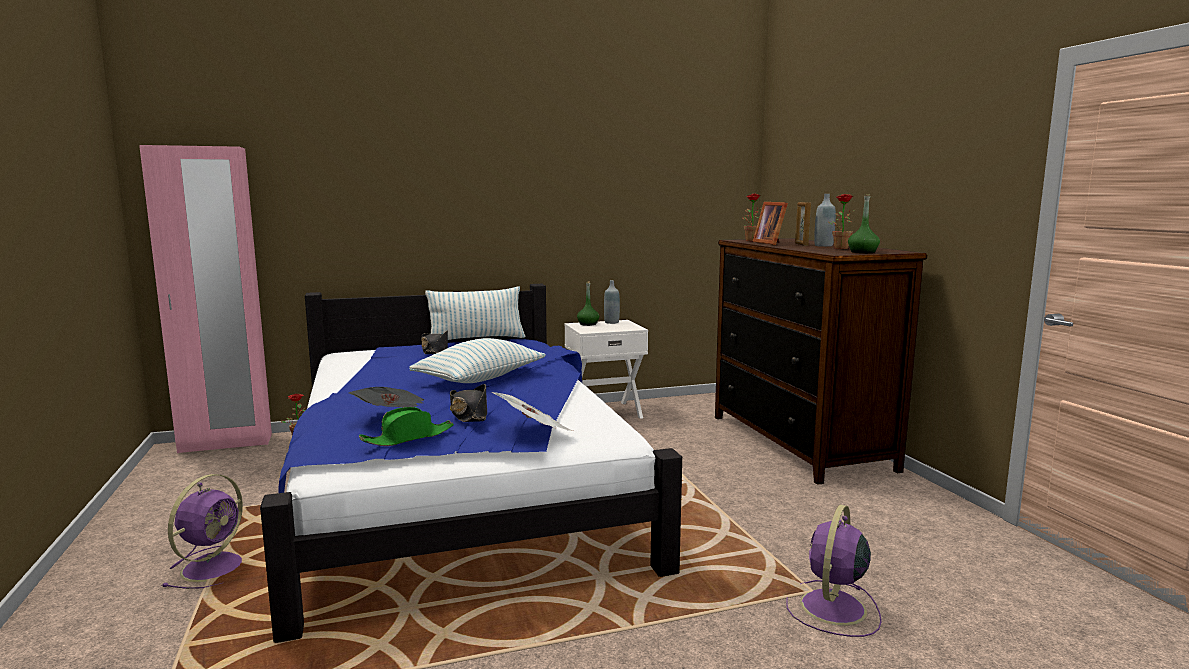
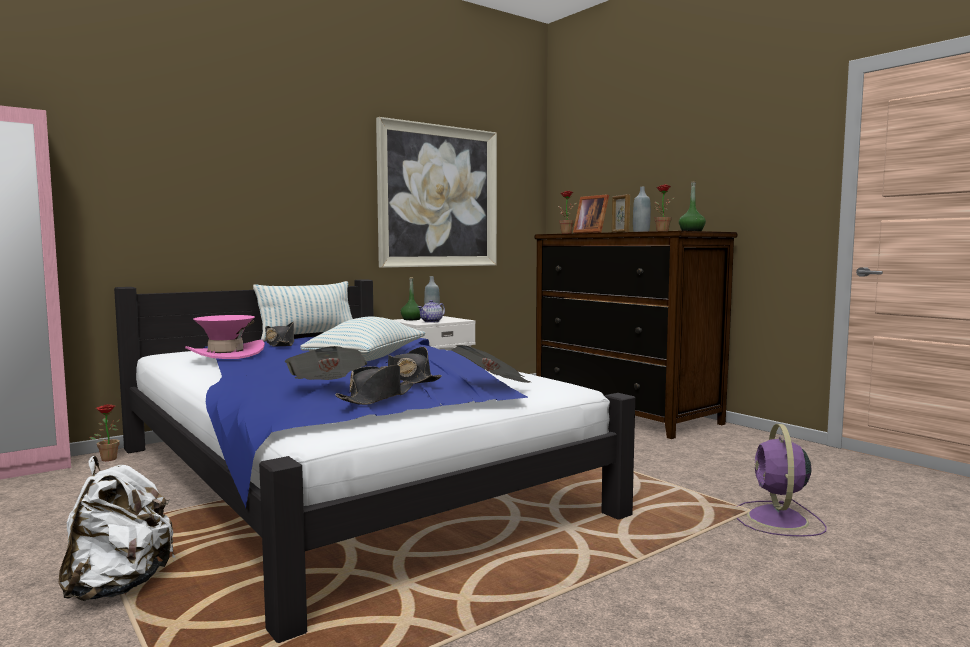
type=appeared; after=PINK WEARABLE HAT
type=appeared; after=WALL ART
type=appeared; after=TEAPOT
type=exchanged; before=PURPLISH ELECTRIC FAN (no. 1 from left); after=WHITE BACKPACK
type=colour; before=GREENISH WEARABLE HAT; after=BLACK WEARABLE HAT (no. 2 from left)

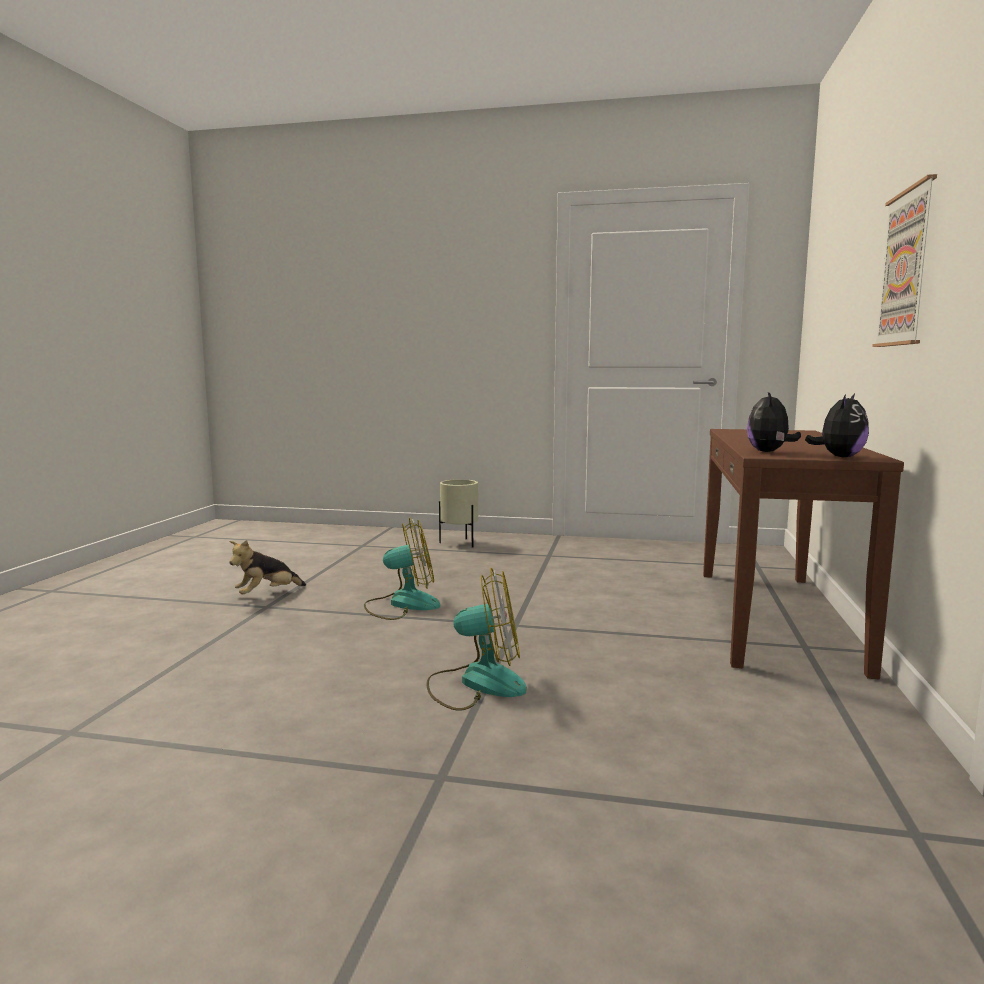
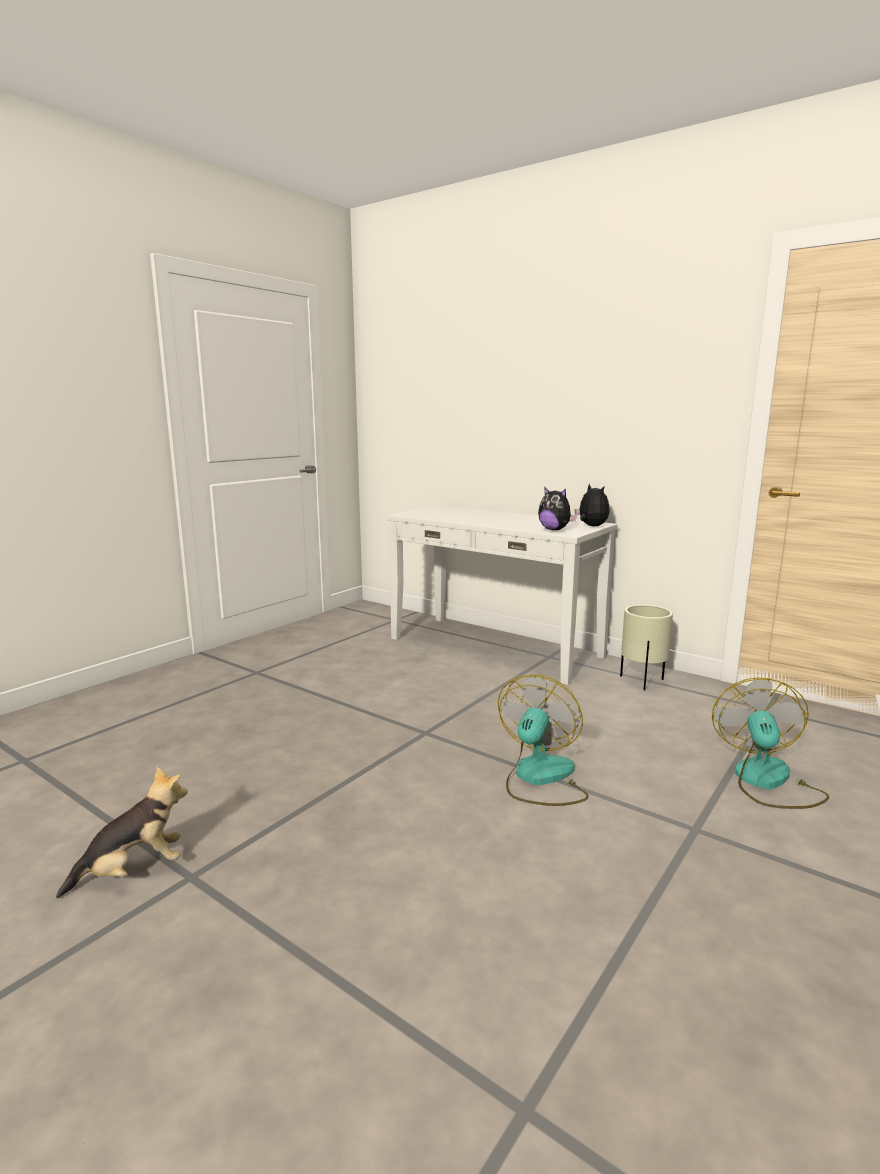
type=missing; before=WALL ART
type=relocated; before=ELECTRIC FAN (no. 1 from left in the first image); after=ELECTRIC FAN (no. 2 from left)
type=relocated; before=BEIGE PLANTER
type=colour; before=BROWN-COLOURED HALL TABLE; after=WHITE HALL TABLE
type=spun; before=SOFT TOY (no. 1 from left); turn=-105

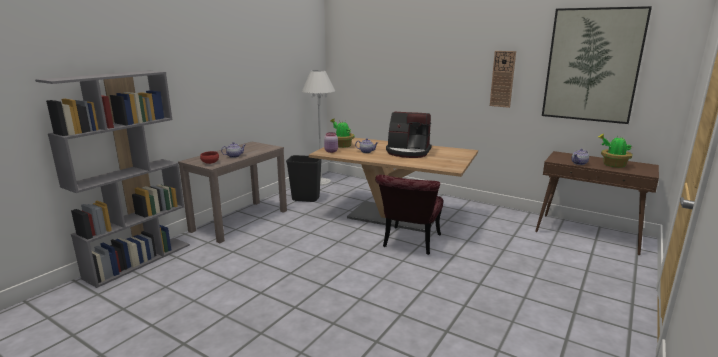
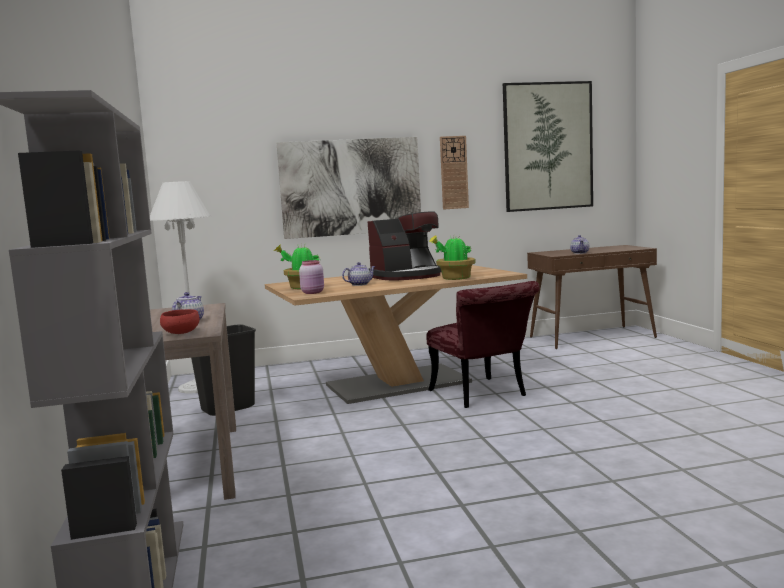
type=appeared; after=WALL ART (no. 1 from left)
type=relocated; before=POTTED PLANT (no. 2 from left)

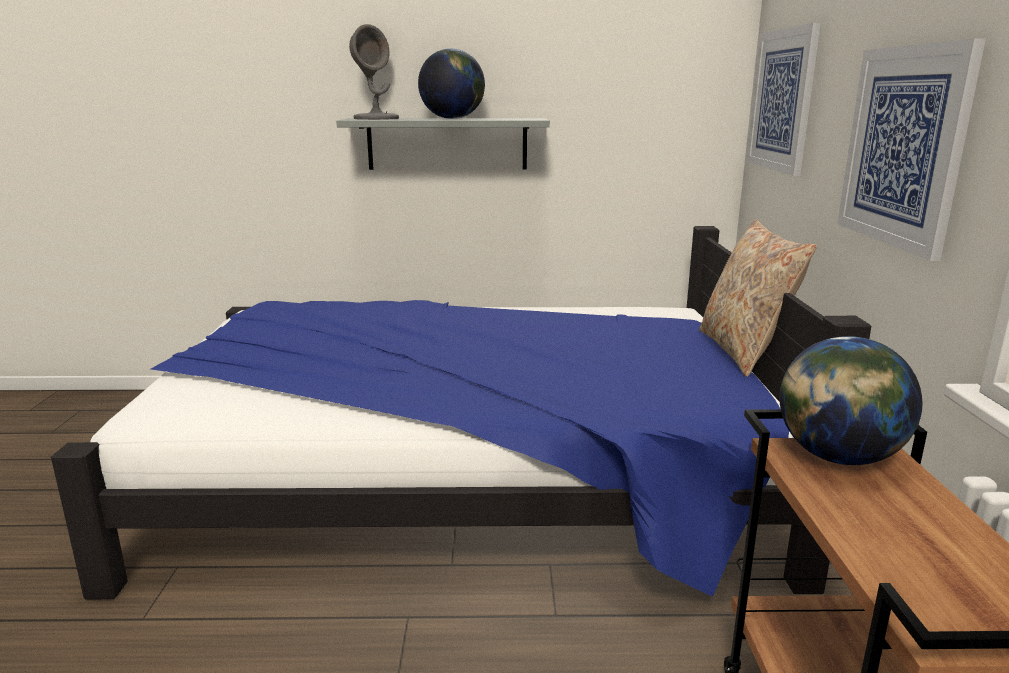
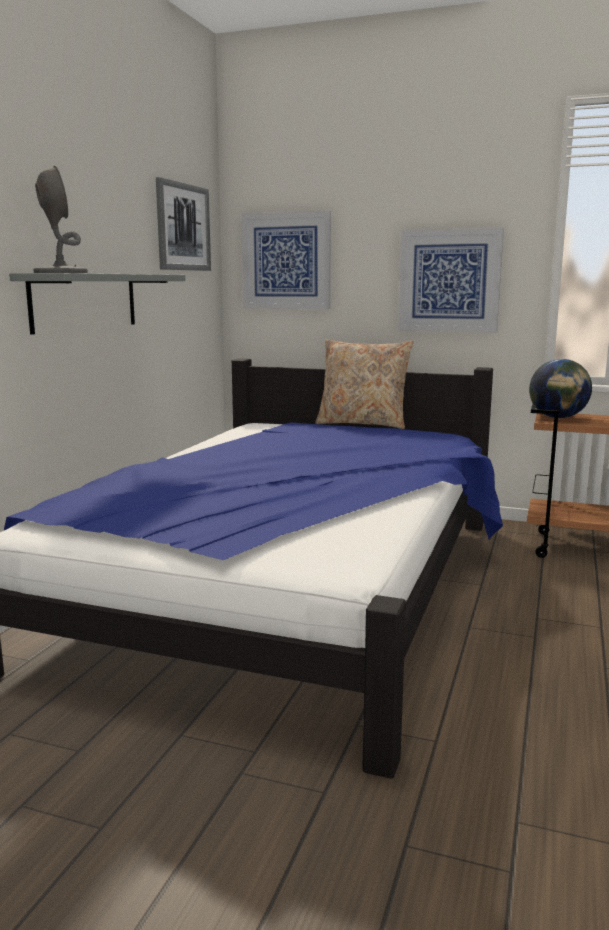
type=missing; before=GLOBE (no. 1 from left)
type=appeared; after=WALL ART (no. 1 from left)

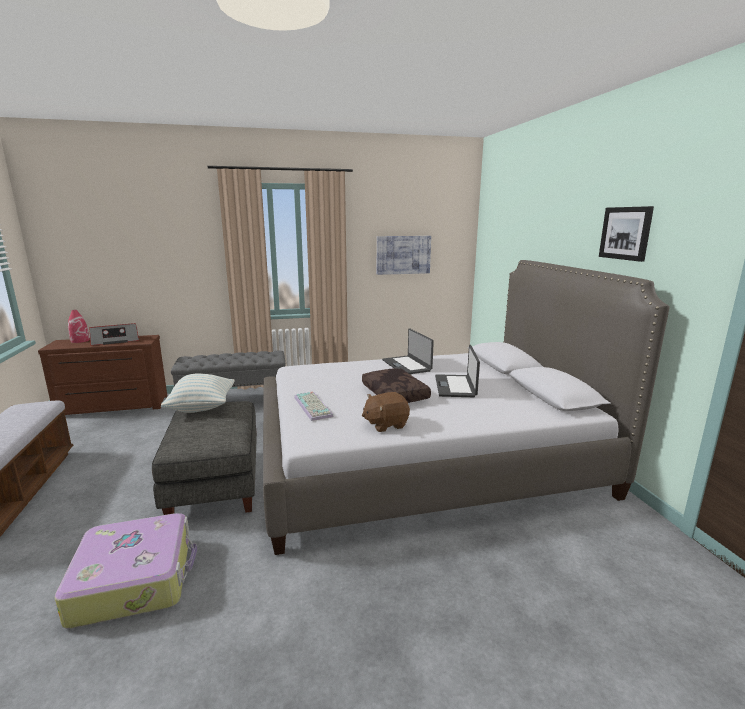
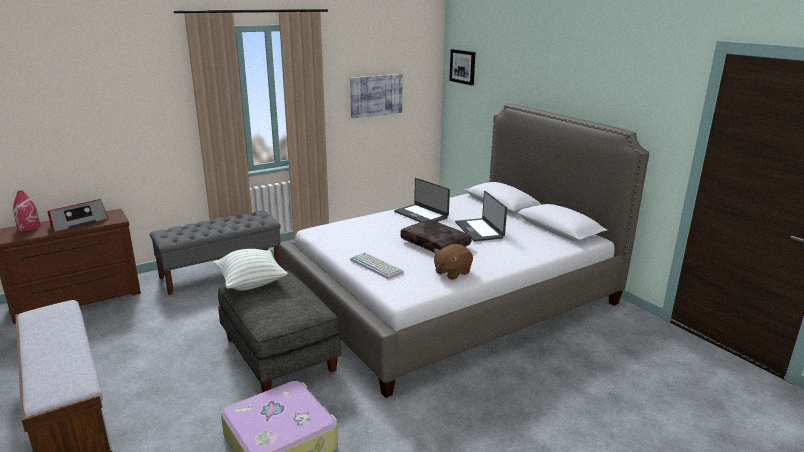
type=relocated; before=WALL ART (no. 2 from left)

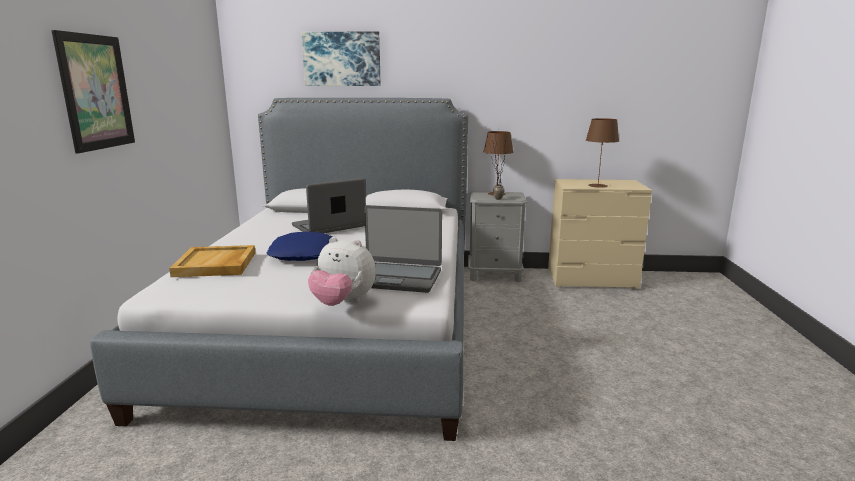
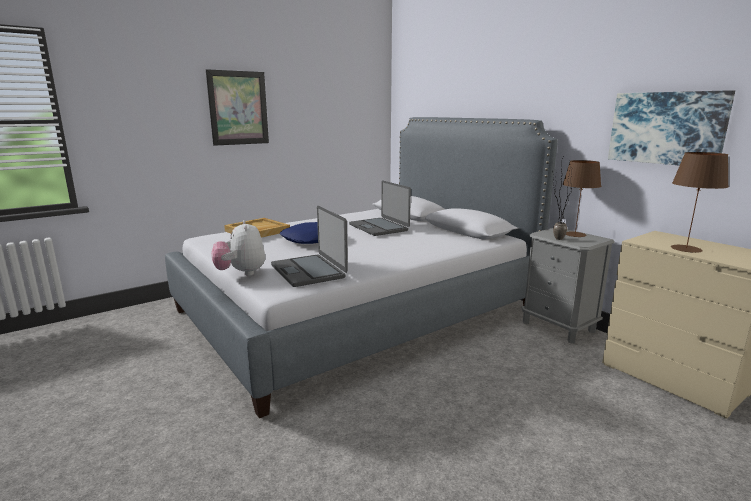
type=relocated; before=WALL ART (no. 2 from left)
type=spun; before=LAPTOP (no. 1 from left in the first image); turn=-135

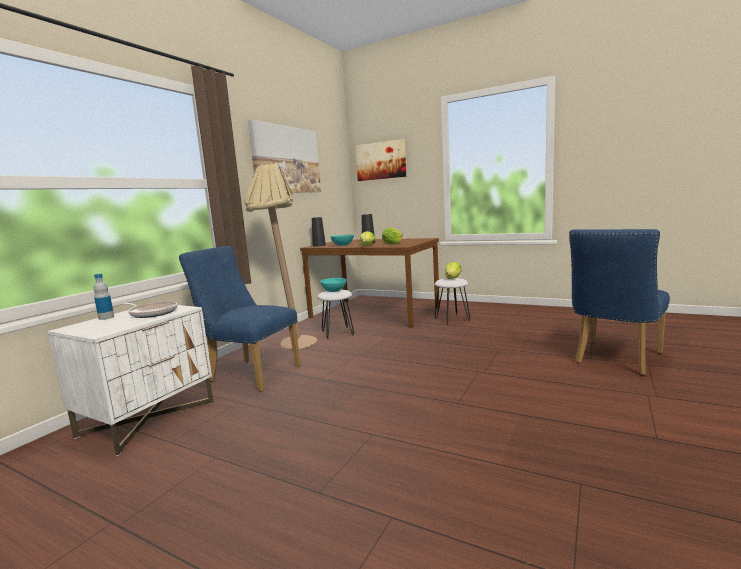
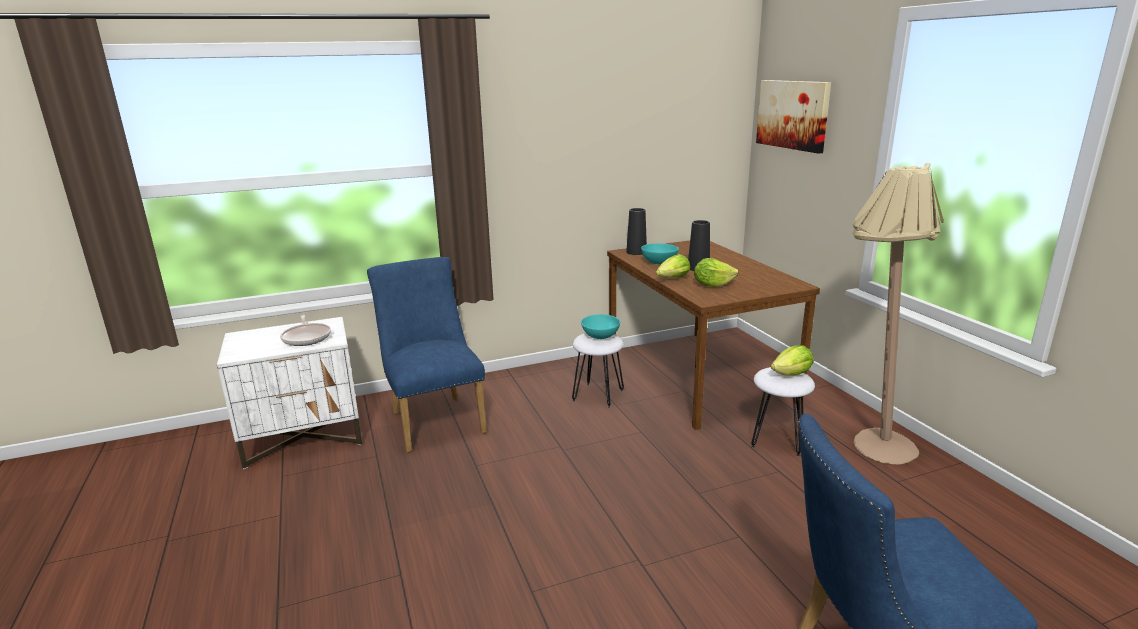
type=missing; before=BEVERAGE BOTTLE
type=missing; before=WALL ART (no. 1 from left)
type=relocated; before=BEIGE STANDARD LAMP

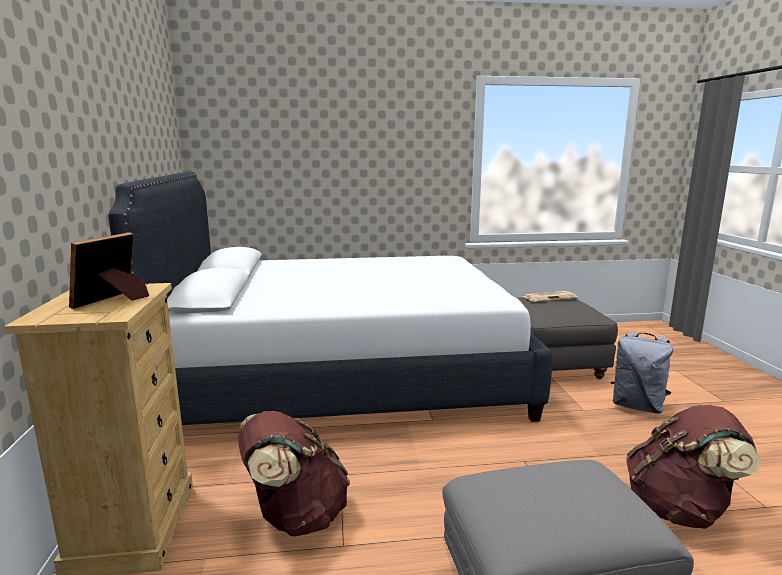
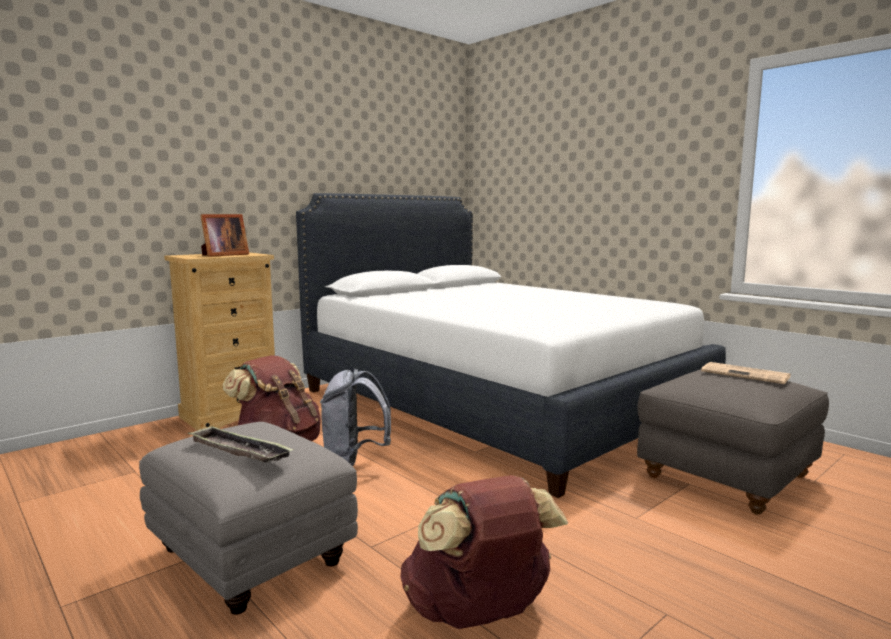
type=appeared; after=SERVING TRAY
type=relocated; before=GREYISH BACKPACK
type=spun; before=PHOTO FRAME; turn=150

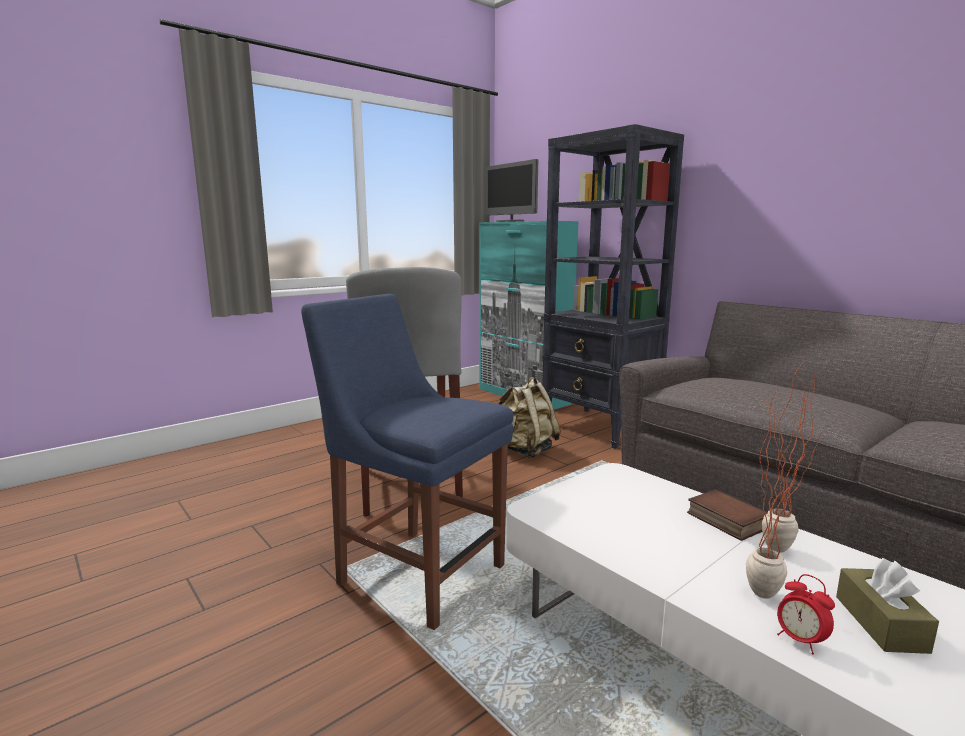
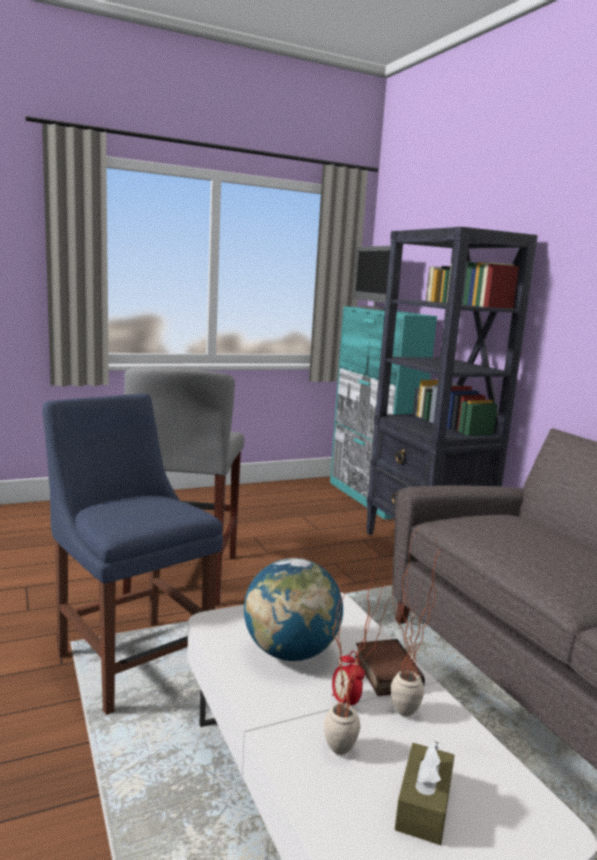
type=missing; before=BEIGE BACKPACK
type=appeared; after=GLOBE
type=relocated; before=ALARM CLOCK

